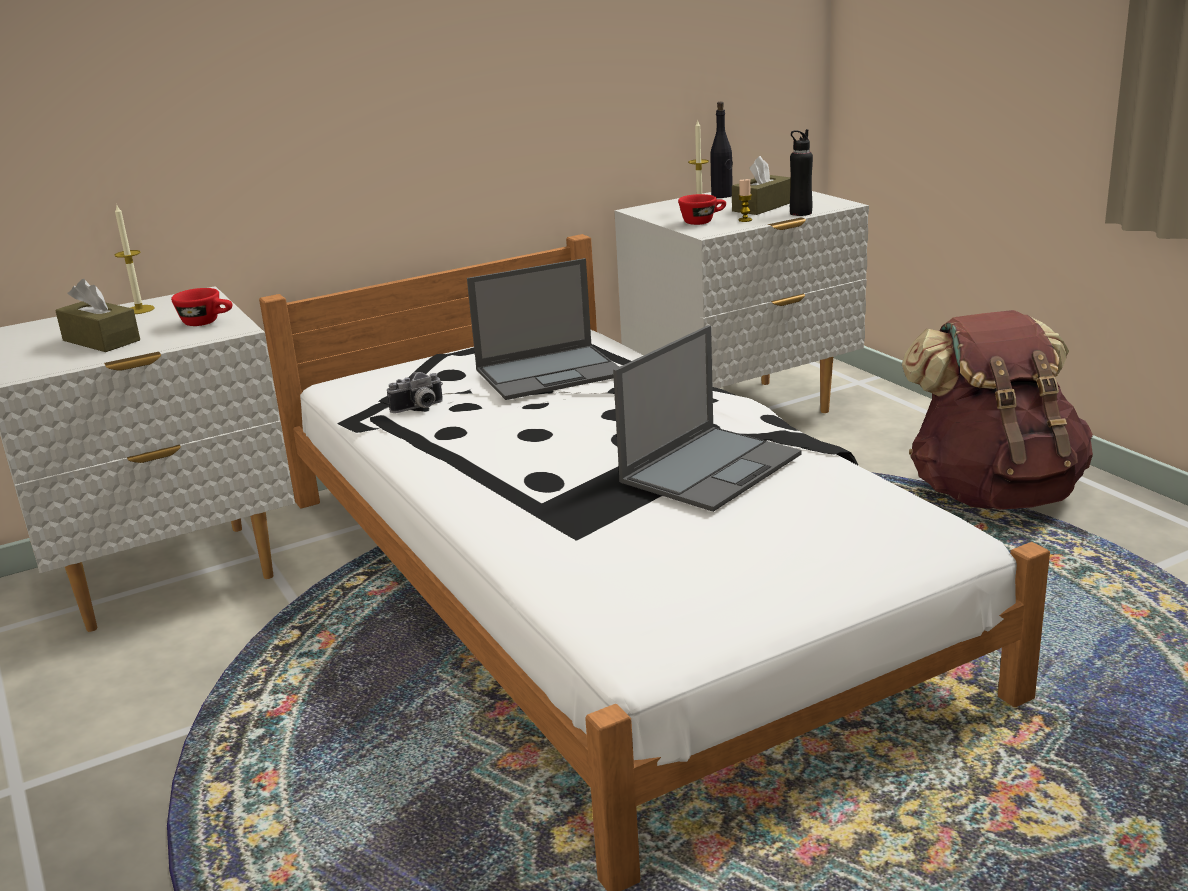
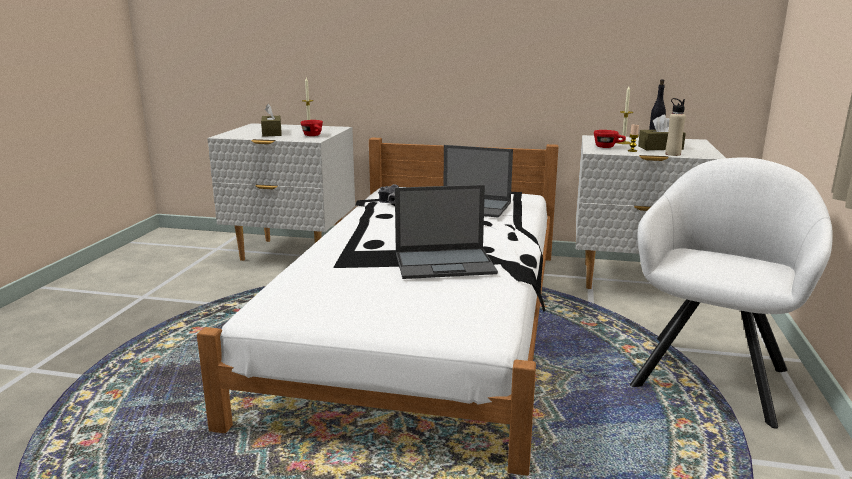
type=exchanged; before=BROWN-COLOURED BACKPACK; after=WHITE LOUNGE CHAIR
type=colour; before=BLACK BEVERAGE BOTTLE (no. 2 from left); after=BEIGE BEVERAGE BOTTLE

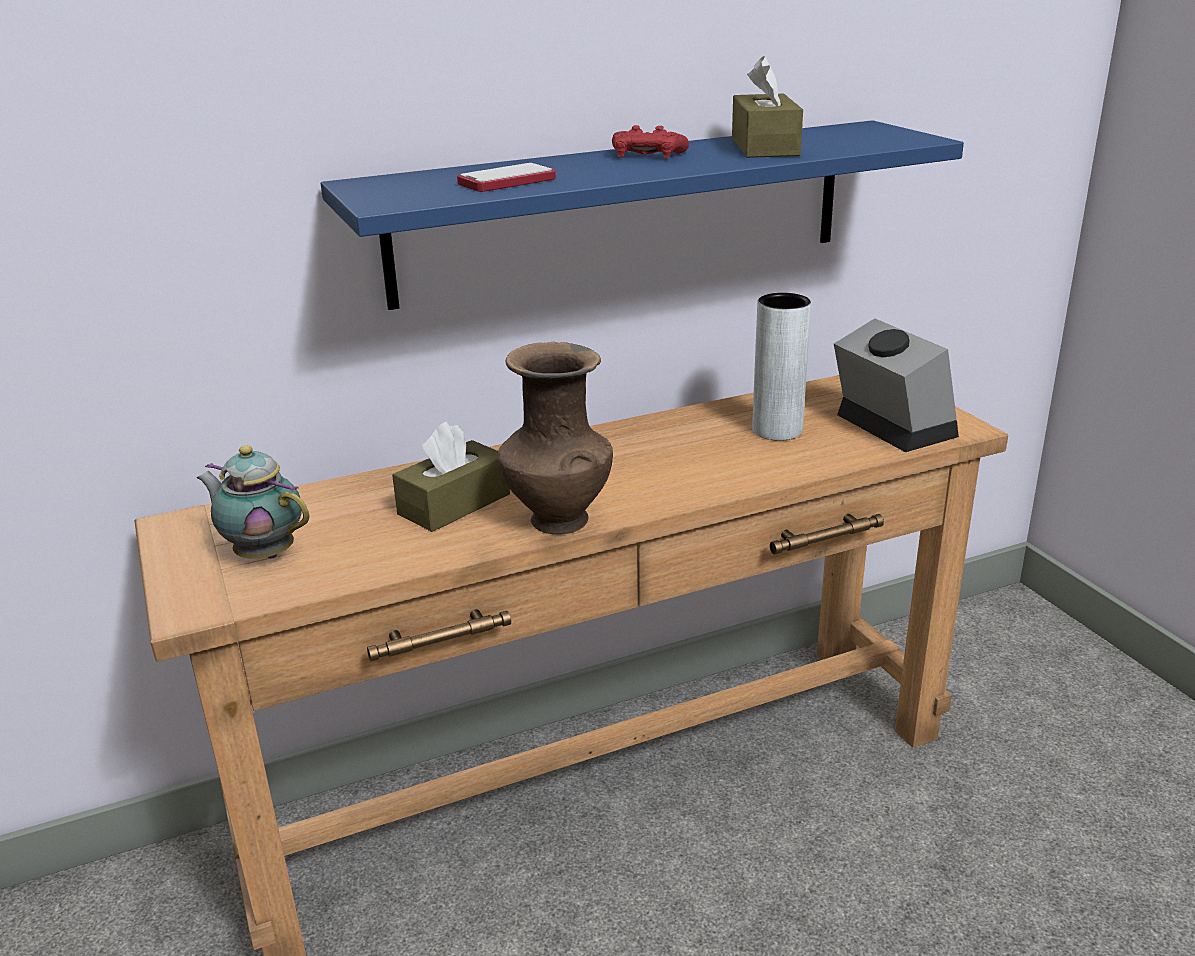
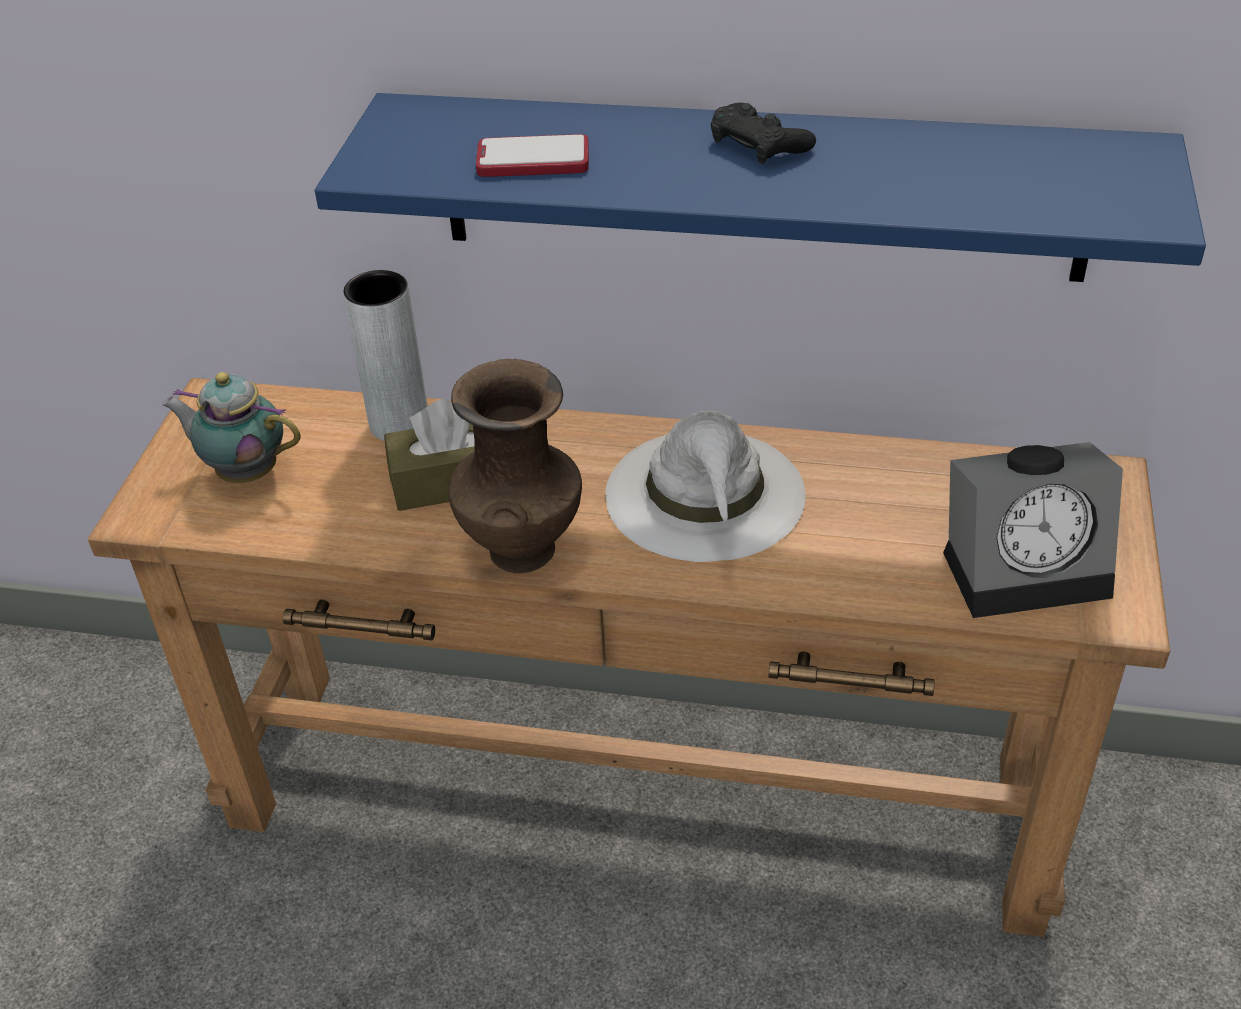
type=missing; before=BROWN-COLOURED TISSUE HOLDER (no. 2 from left)
type=appeared; after=WHITE WEARABLE HAT
type=relocated; before=GREYISH DECORATIVE VASE
type=colour; before=RED-COLOURED GAMEPAD; after=BLACK GAMEPAD
type=spun; before=TEAPOT; turn=-45
type=spun; before=ALARM CLOCK; turn=75

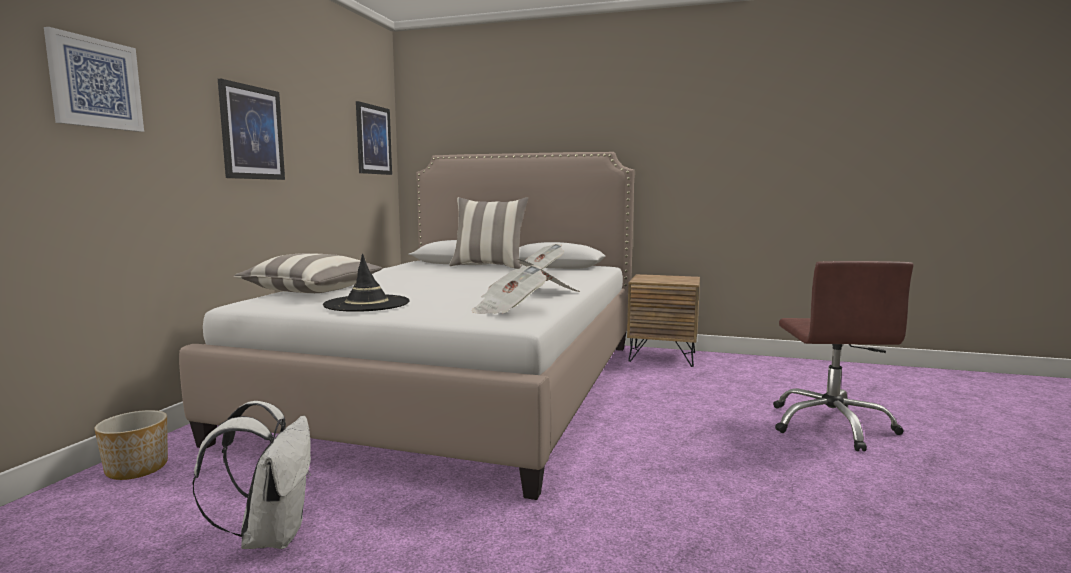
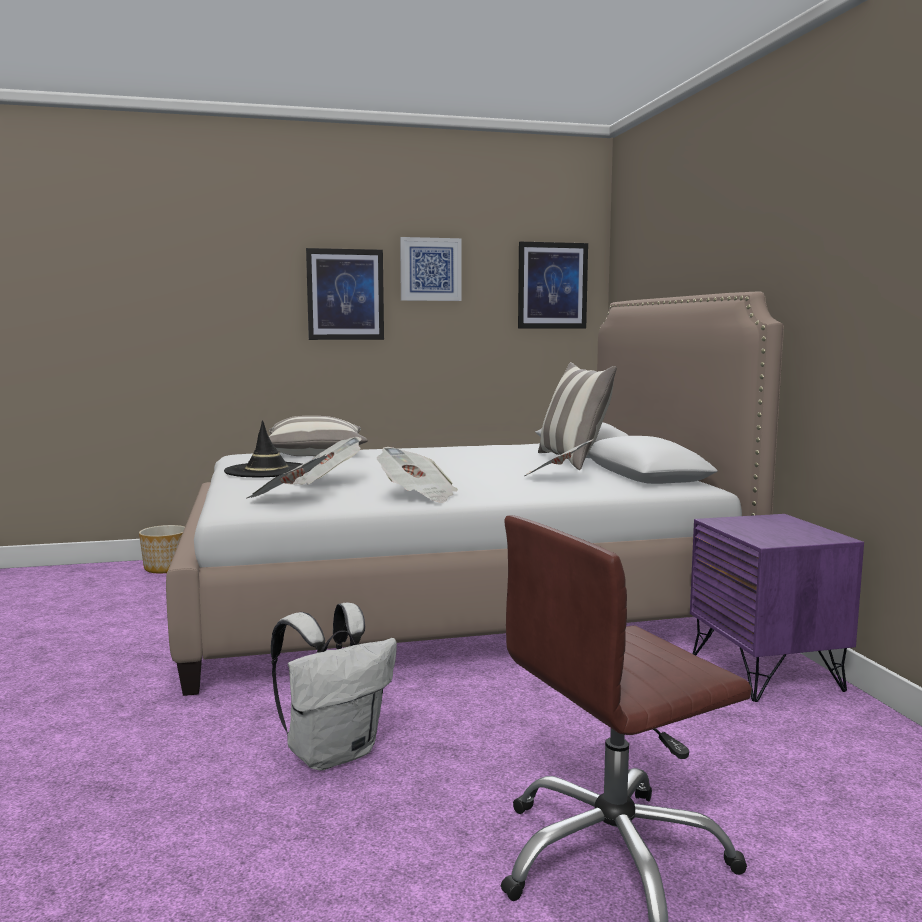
type=appeared; after=DAILY PAPER (no. 2 from left)
type=relocated; before=WALL ART (no. 1 from left in the first image); after=WALL ART (no. 2 from left)
type=relocated; before=WHITE BACKPACK
type=colour; before=BROWN-COLOURED NIGHT TABLE; after=PURPLISH NIGHT TABLE

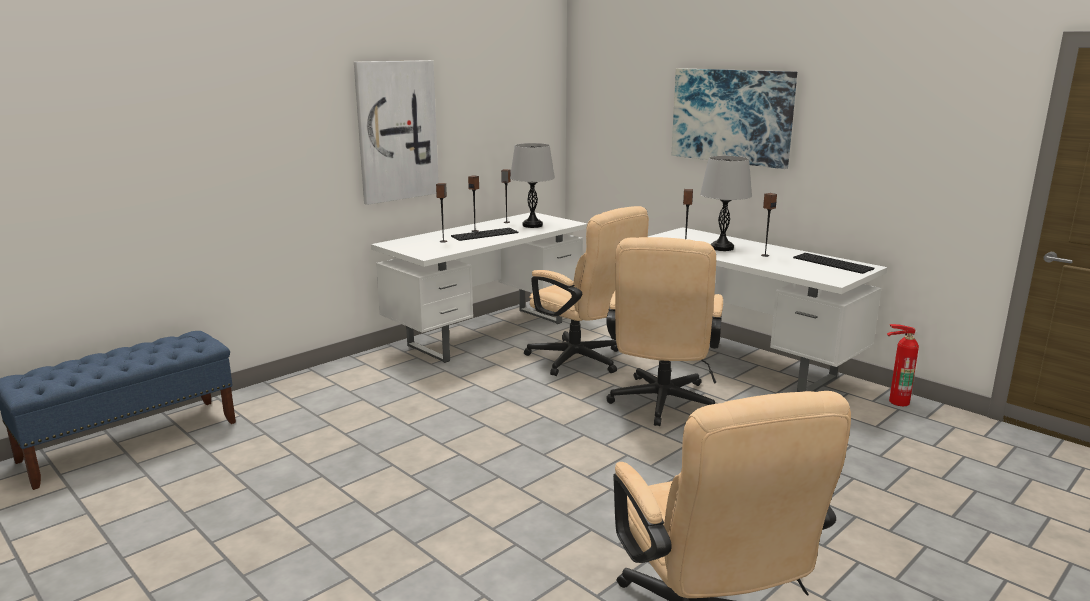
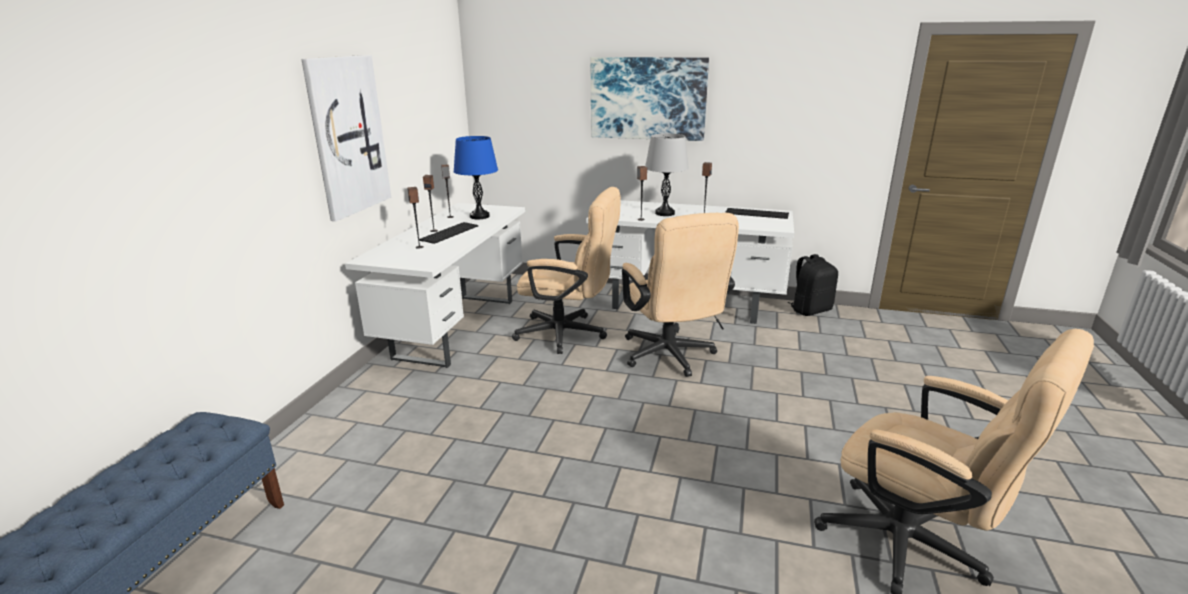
type=exchanged; before=EXTINGUISHER; after=BLACK BACKPACK
type=colour; before=GREYISH TABLE LAMP (no. 1 from left); after=BLUISH TABLE LAMP

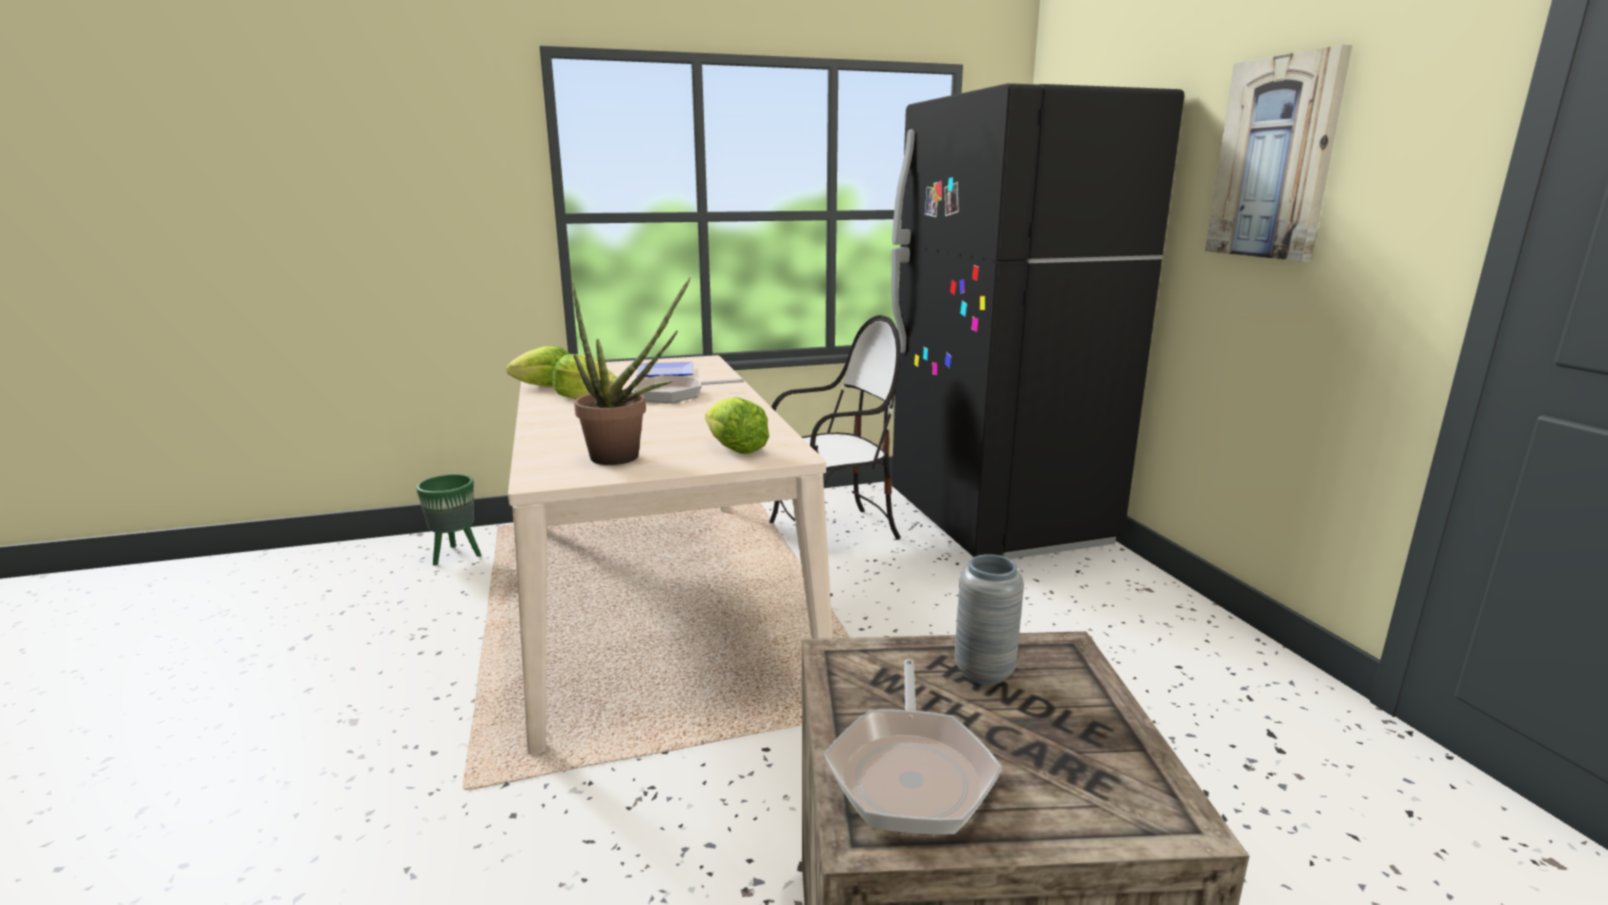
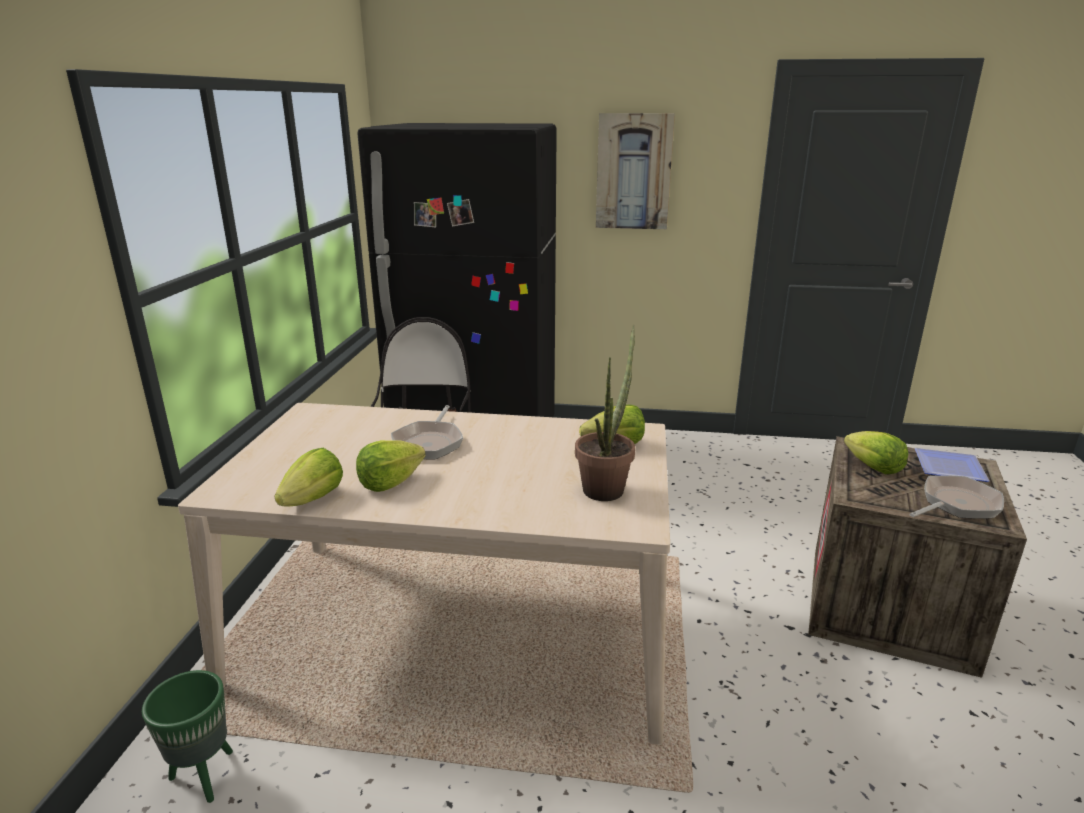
type=relocated; before=DINNER PLATE
type=exchanged; before=GREYISH DECORATIVE VASE; after=LETTUCE (no. 4 from left)
type=spun; before=FRYING PAN (no. 2 from left); turn=-60

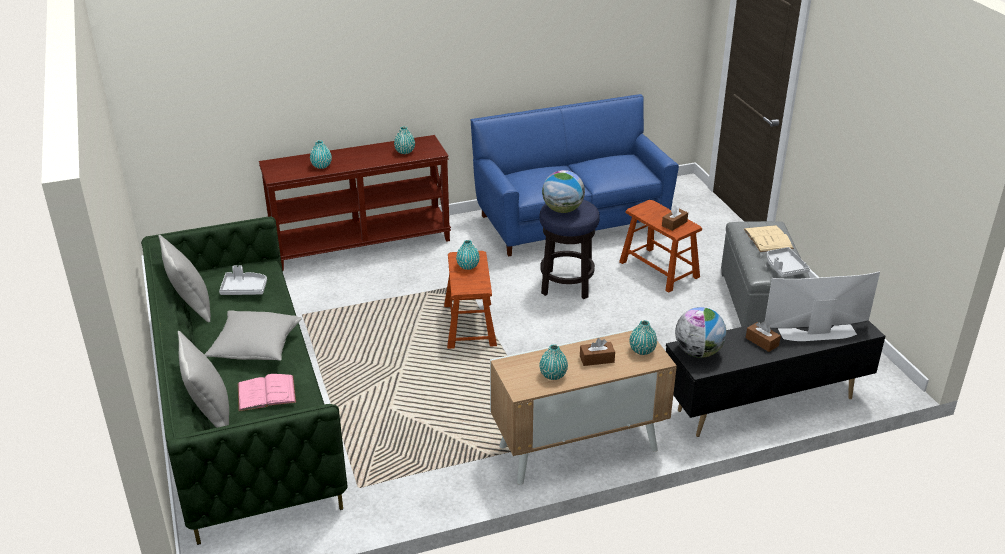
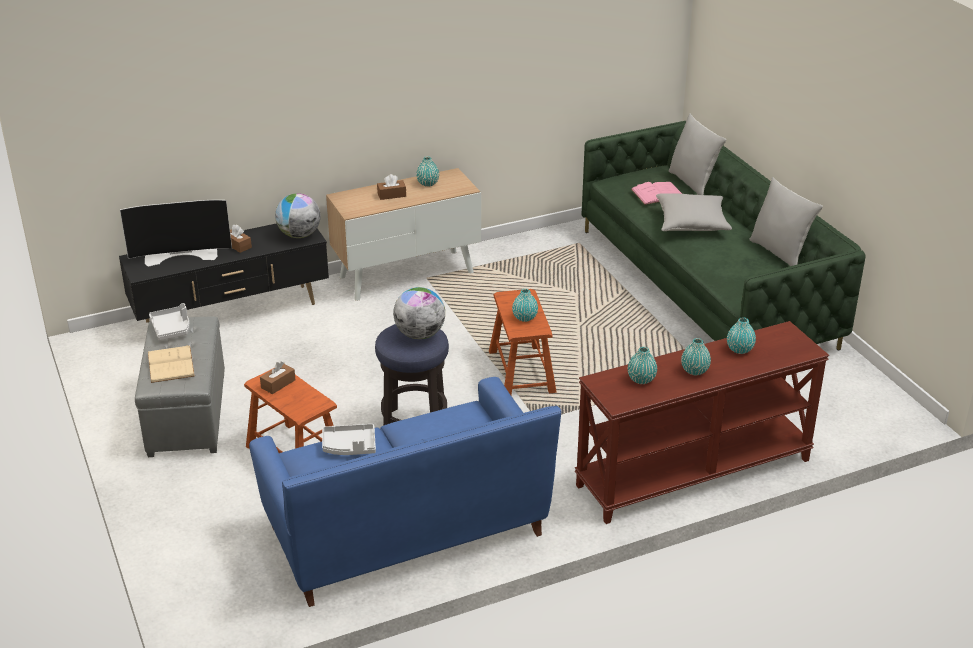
type=relocated; before=GREYISH SERVING TRAY (no. 1 from left in the first image); after=GREYISH SERVING TRAY (no. 2 from left)
type=relocated; before=TURQUOISE-COLOURED DECORATIVE VASE (no. 5 from left in the first image); after=TURQUOISE-COLOURED DECORATIVE VASE (no. 4 from left)

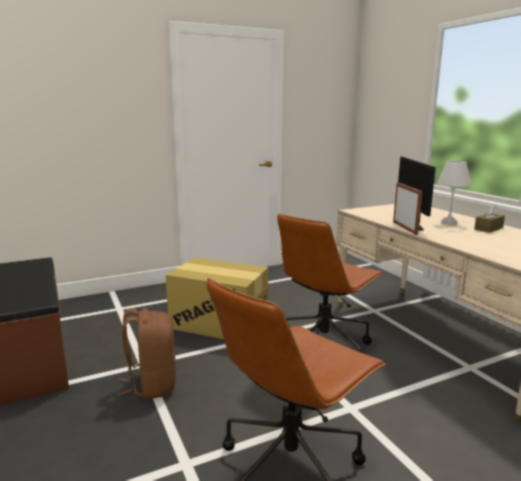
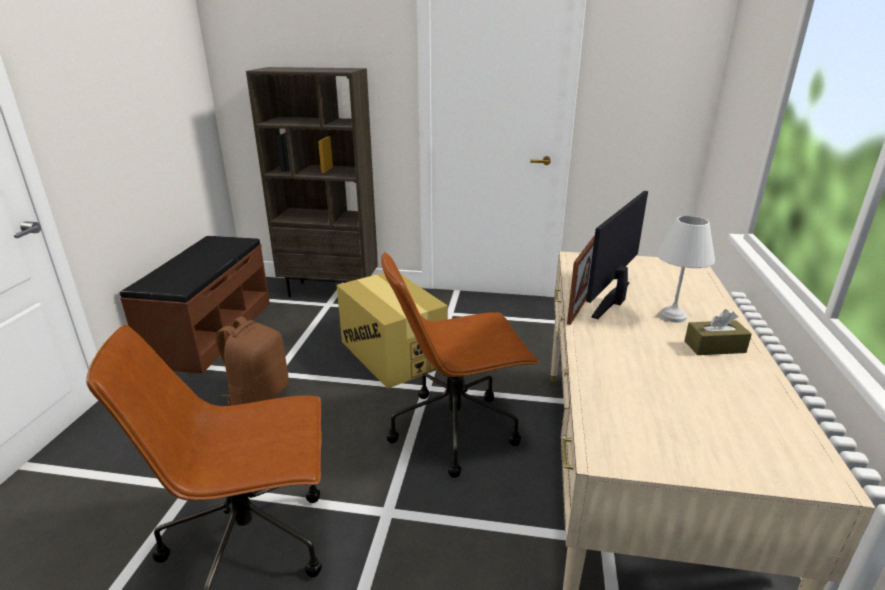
type=appeared; after=BROWN-COLOURED SHELVING UNIT

